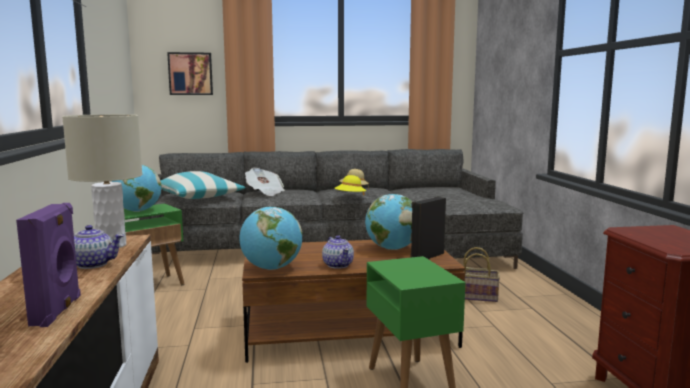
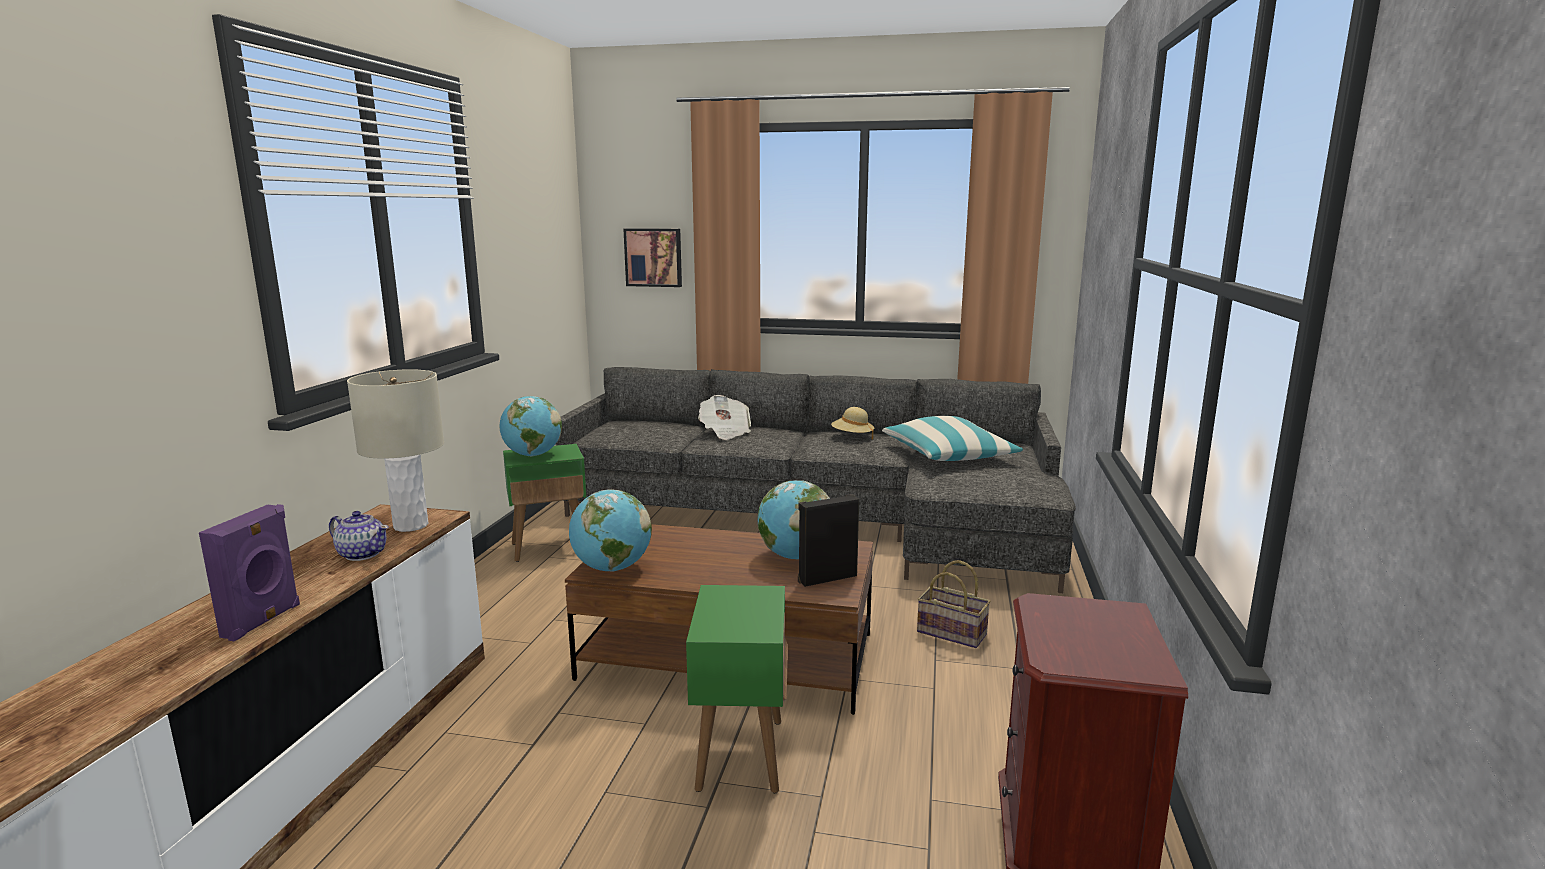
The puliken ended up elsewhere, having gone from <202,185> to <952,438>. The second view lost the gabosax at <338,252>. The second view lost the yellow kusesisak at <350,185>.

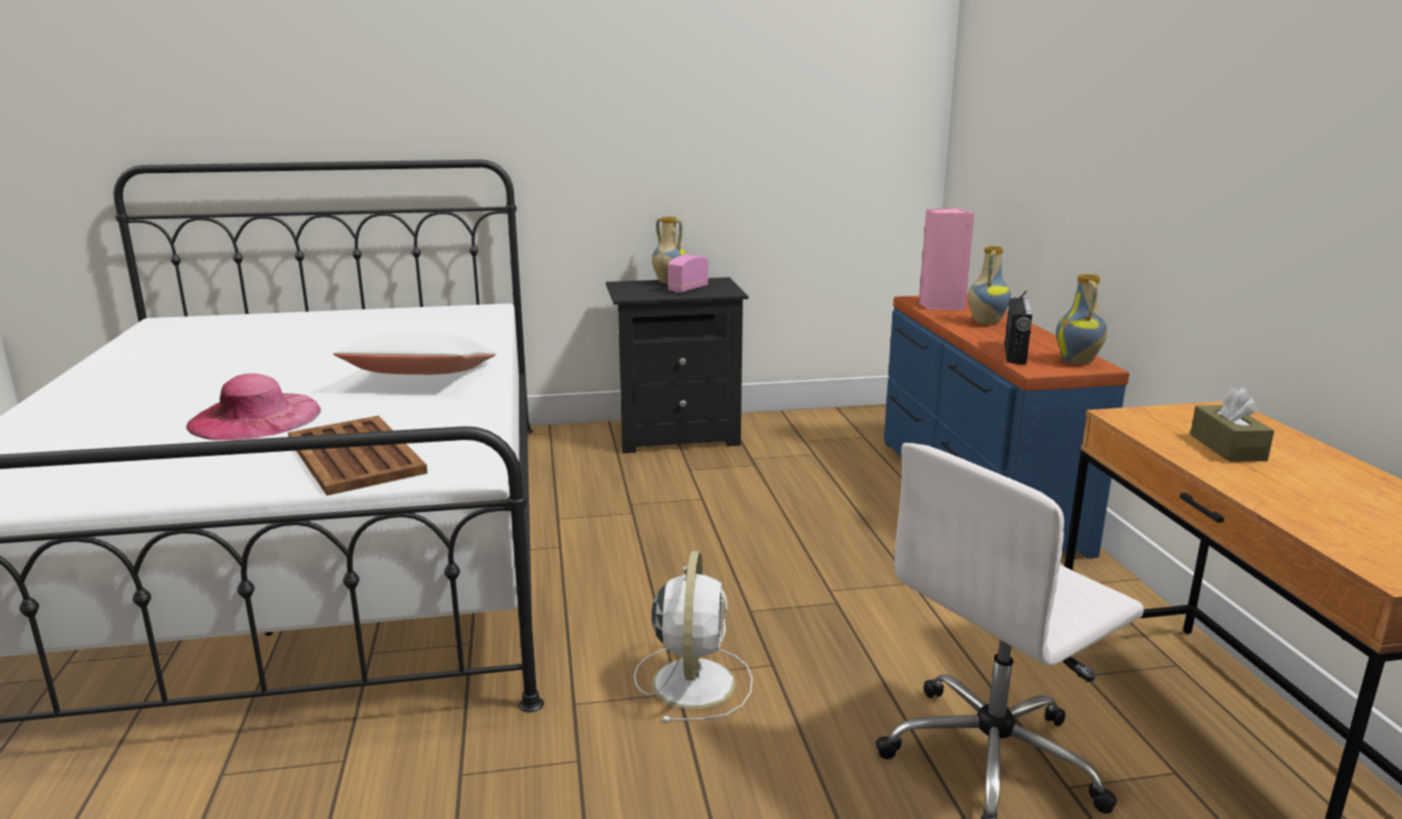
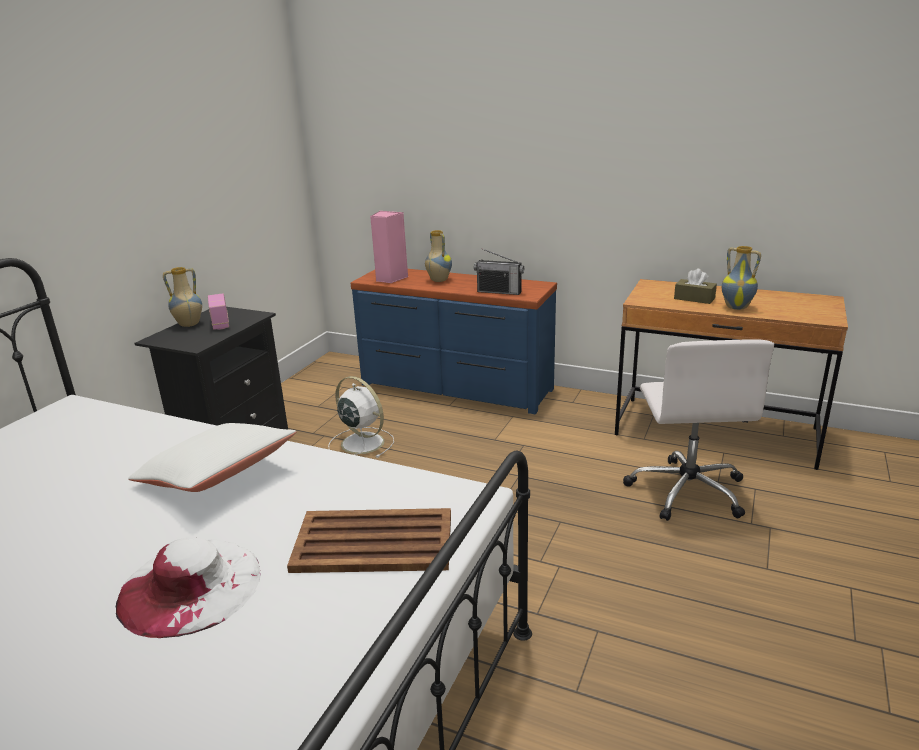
What was the pink kusesisak at <253,406> turned into the white kusesisak at <188,587>. The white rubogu ended up elsewhere, having gone from <693,637> to <361,417>. The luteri at <1018,327> ended up facing another way, 150 degrees clockwise from before. The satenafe ended up elsewhere, having gone from <1081,319> to <741,278>.

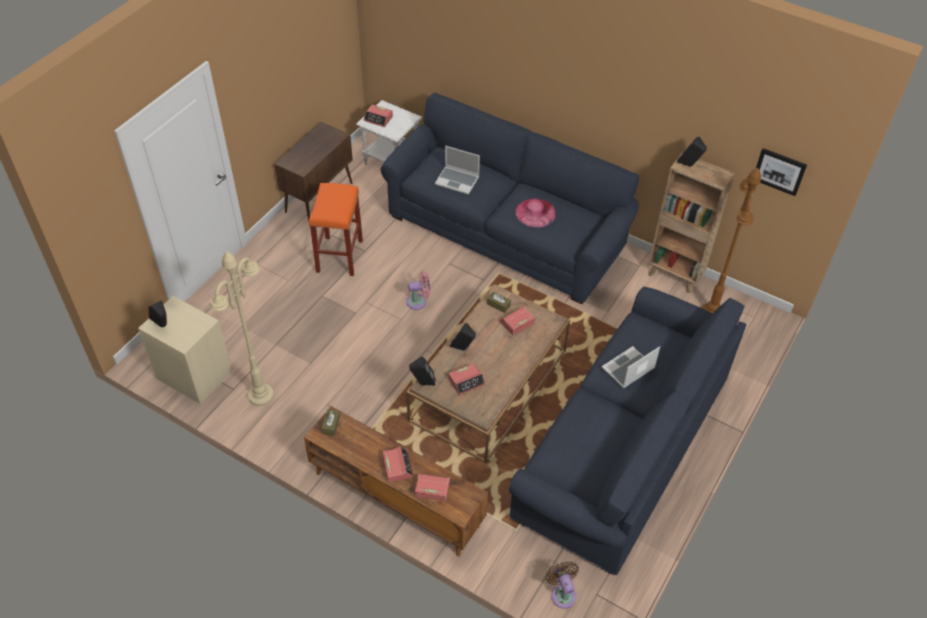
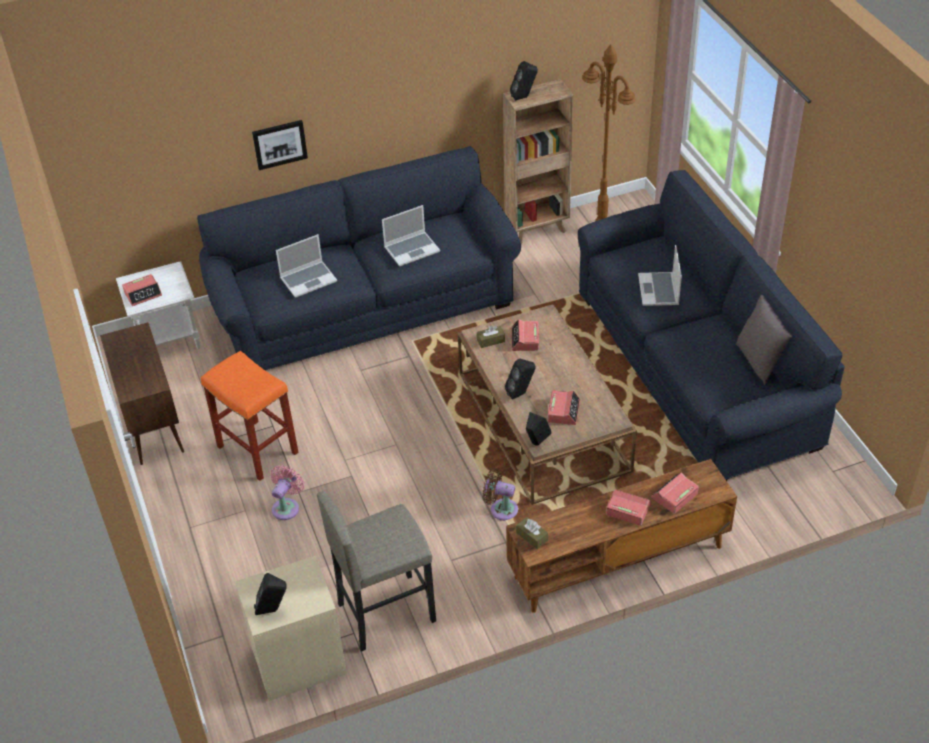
The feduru ended up elsewhere, having gone from <781,172> to <280,145>. The pink rubogu ended up elsewhere, having gone from <418,290> to <287,492>. Where the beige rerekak stood at <242,328>, the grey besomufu came to stand at <376,571>. Where the pink kusesisak stood at <535,213>, the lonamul came to stand at <411,235>. The brown rubogu ended up elsewhere, having gone from <562,585> to <500,494>. The second view gained the grey puliken at <764,340>.

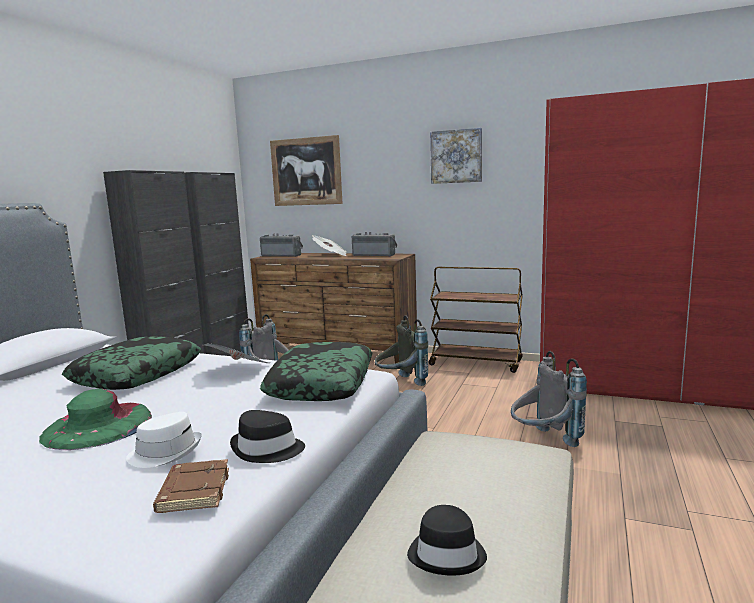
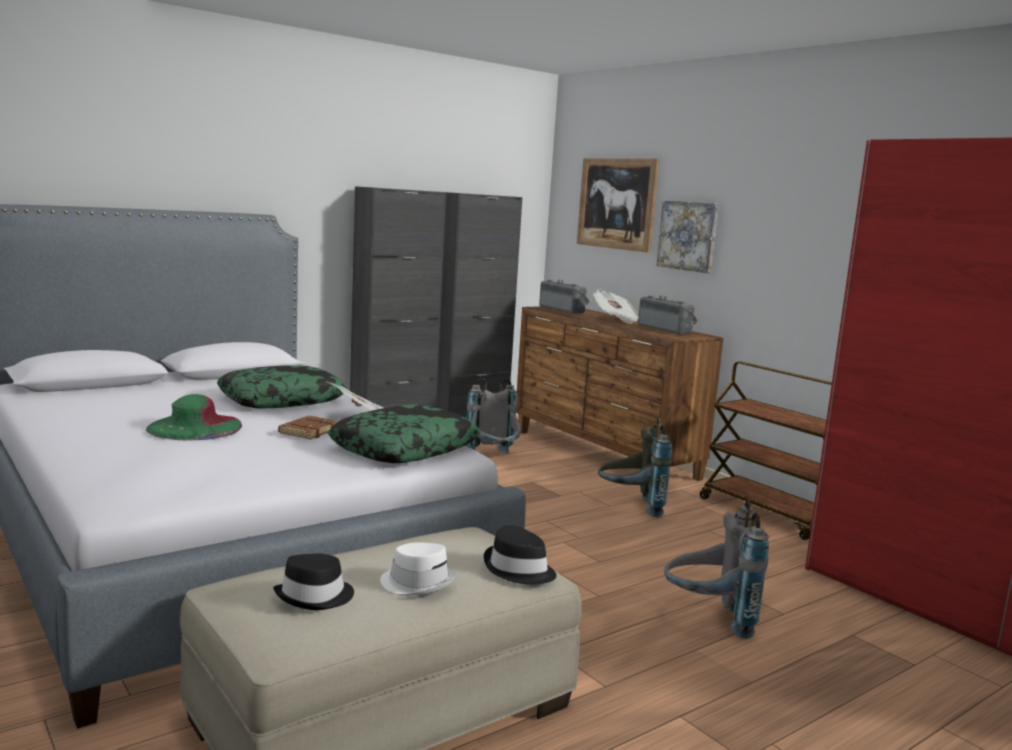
The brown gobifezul ended up elsewhere, having gone from <191,486> to <308,428>. The white kusesisak ended up elsewhere, having gone from <163,440> to <418,568>. The black kusesisak ended up elsewhere, having gone from <267,436> to <520,555>. The feduru ended up elsewhere, having gone from <456,156> to <687,237>.

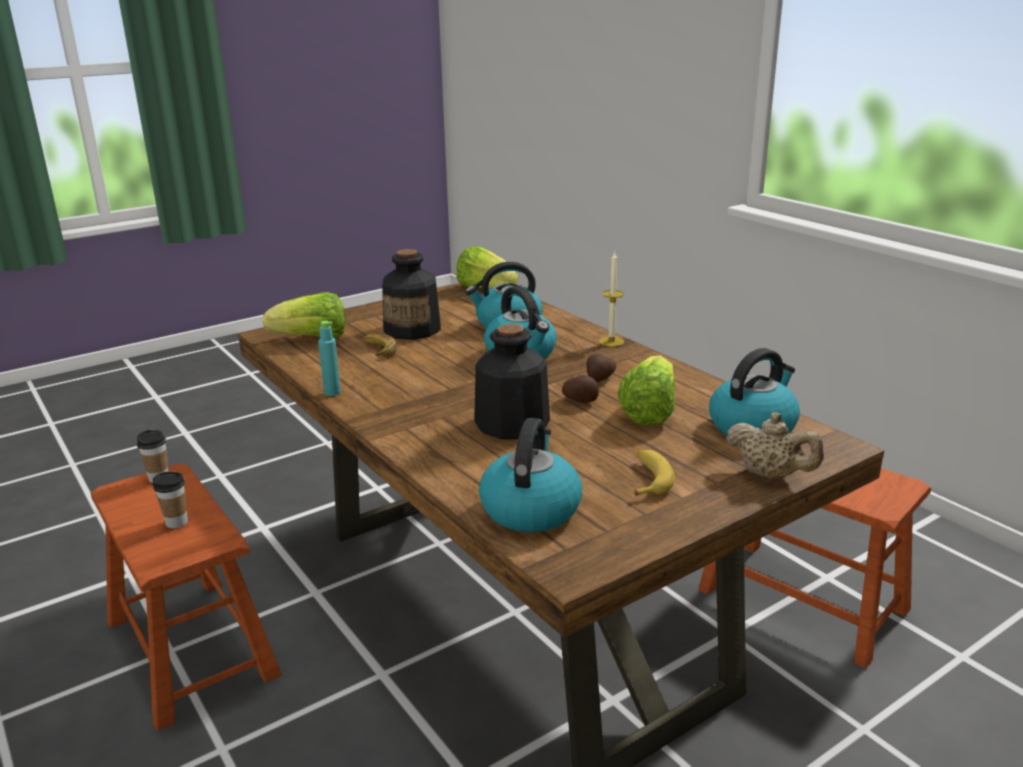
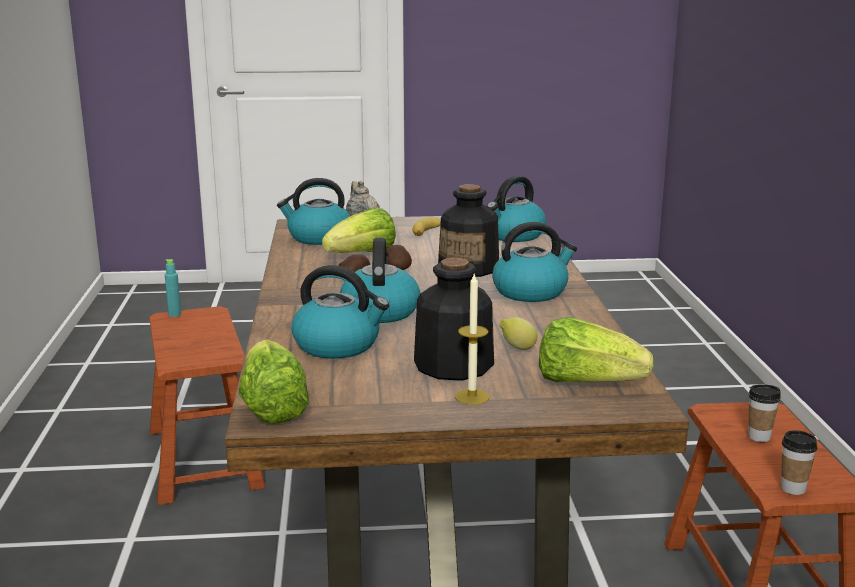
The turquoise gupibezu ended up elsewhere, having gone from <329,358> to <173,288>. The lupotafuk ended up elsewhere, having gone from <611,299> to <472,338>. The second view gained the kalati at <534,262>. Where the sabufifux stood at <379,345>, the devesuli came to stand at <518,333>.

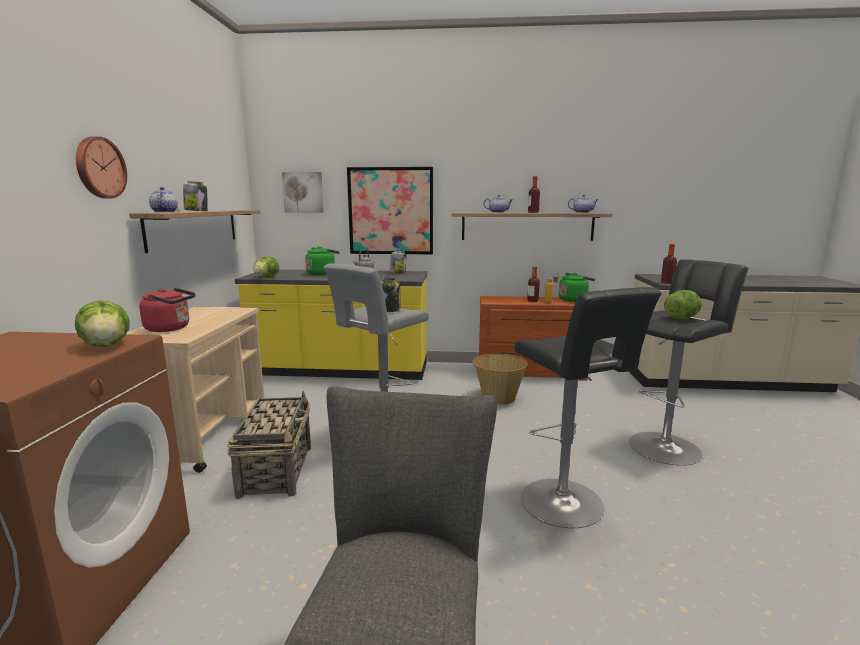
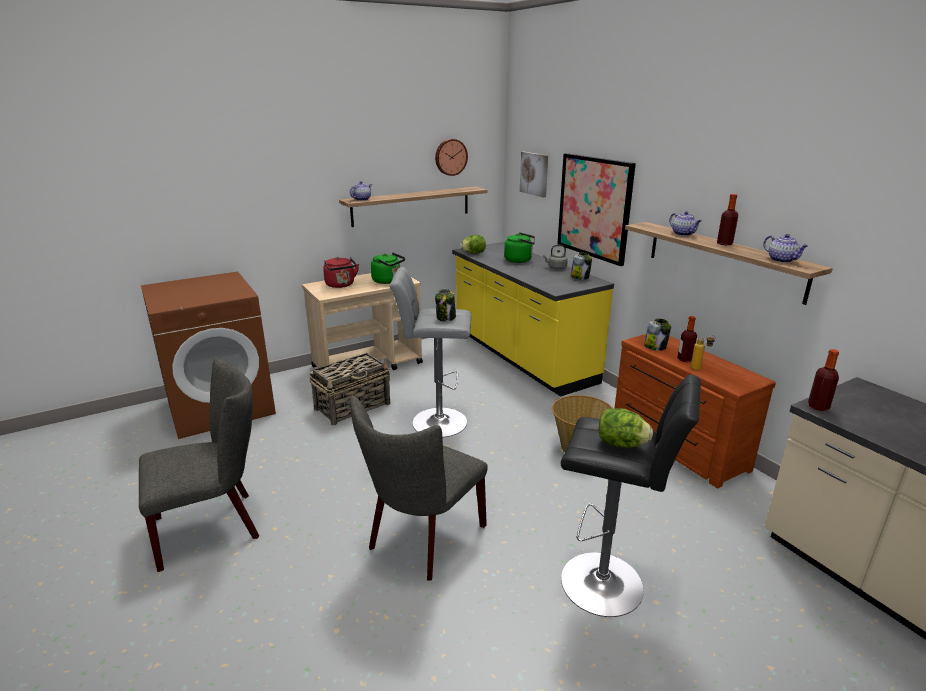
Where the black besomufu stood at <588,407>, the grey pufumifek came to stand at <419,488>. The green kalati ended up elsewhere, having gone from <577,287> to <388,268>. The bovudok ended up elsewhere, having gone from <101,167> to <451,157>. The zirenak ended up elsewhere, having gone from <195,196> to <657,334>. The second view lost the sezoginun at <102,324>.

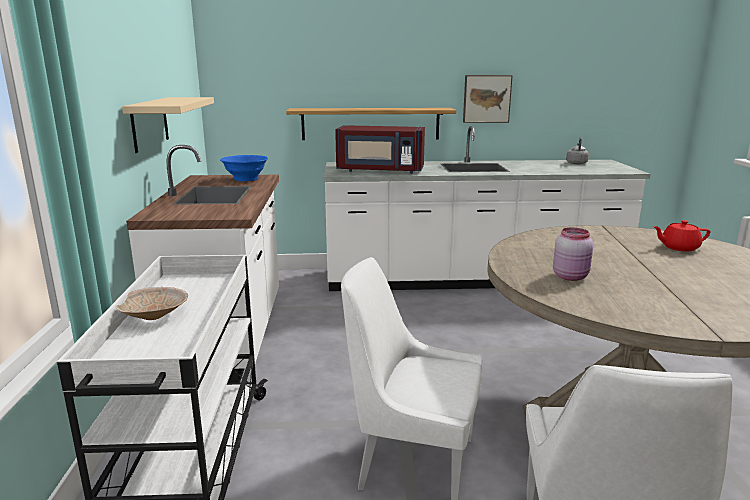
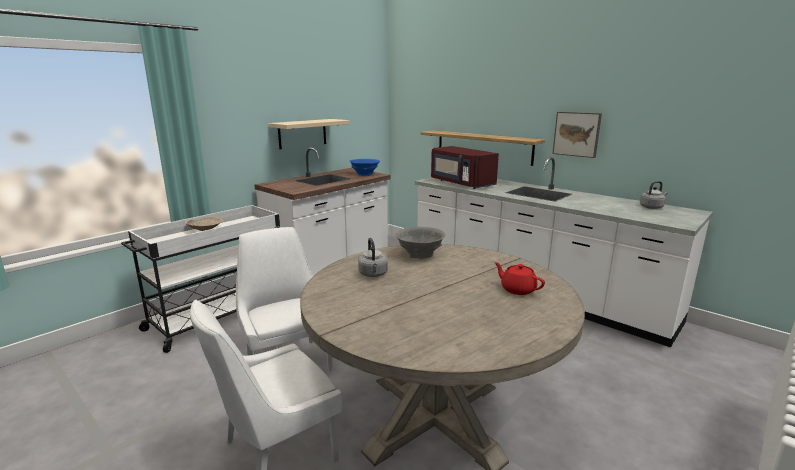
Where the pink zirenak stood at <573,254>, the grey kalati came to stand at <373,257>. The second view gained the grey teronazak at <420,243>.

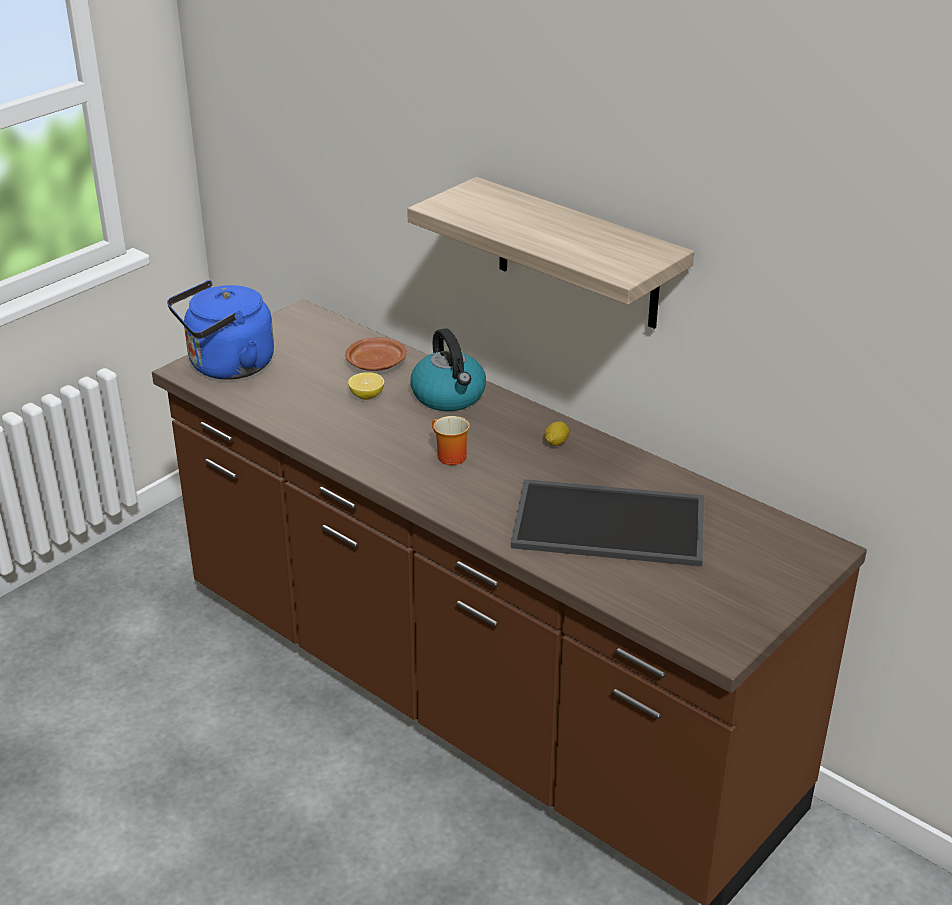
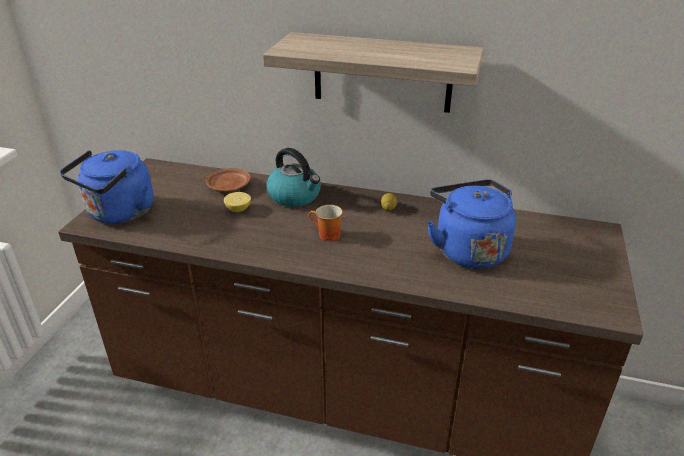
Where the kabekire stood at <607,523>, the blue kalati came to stand at <471,224>.

